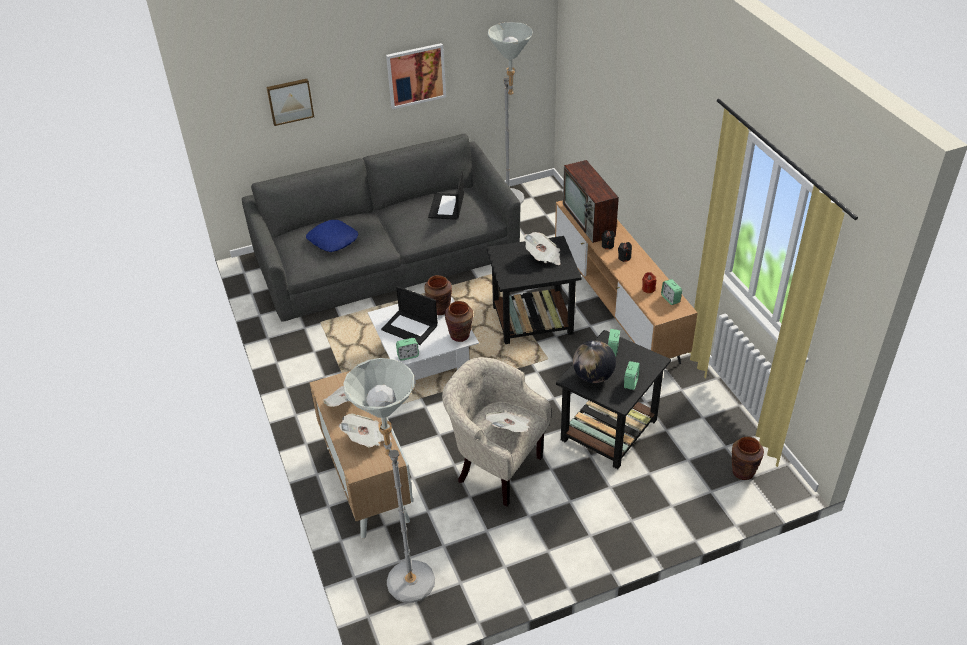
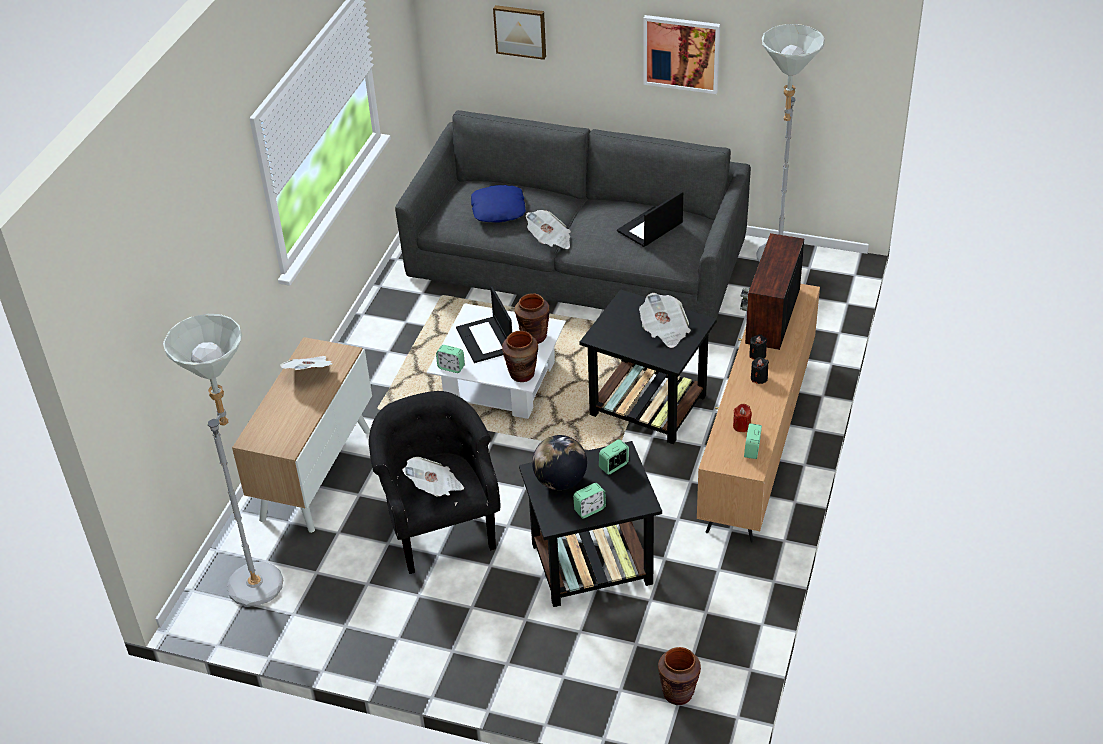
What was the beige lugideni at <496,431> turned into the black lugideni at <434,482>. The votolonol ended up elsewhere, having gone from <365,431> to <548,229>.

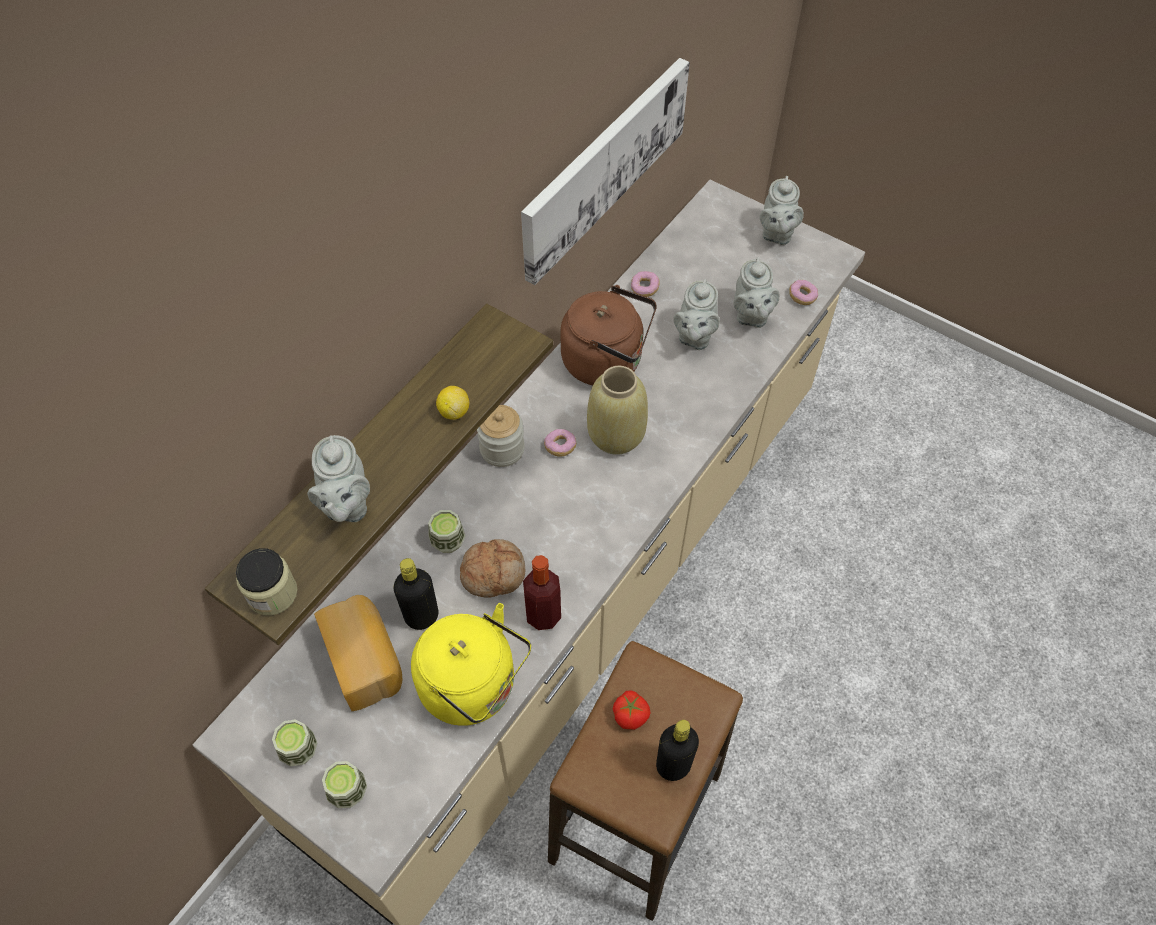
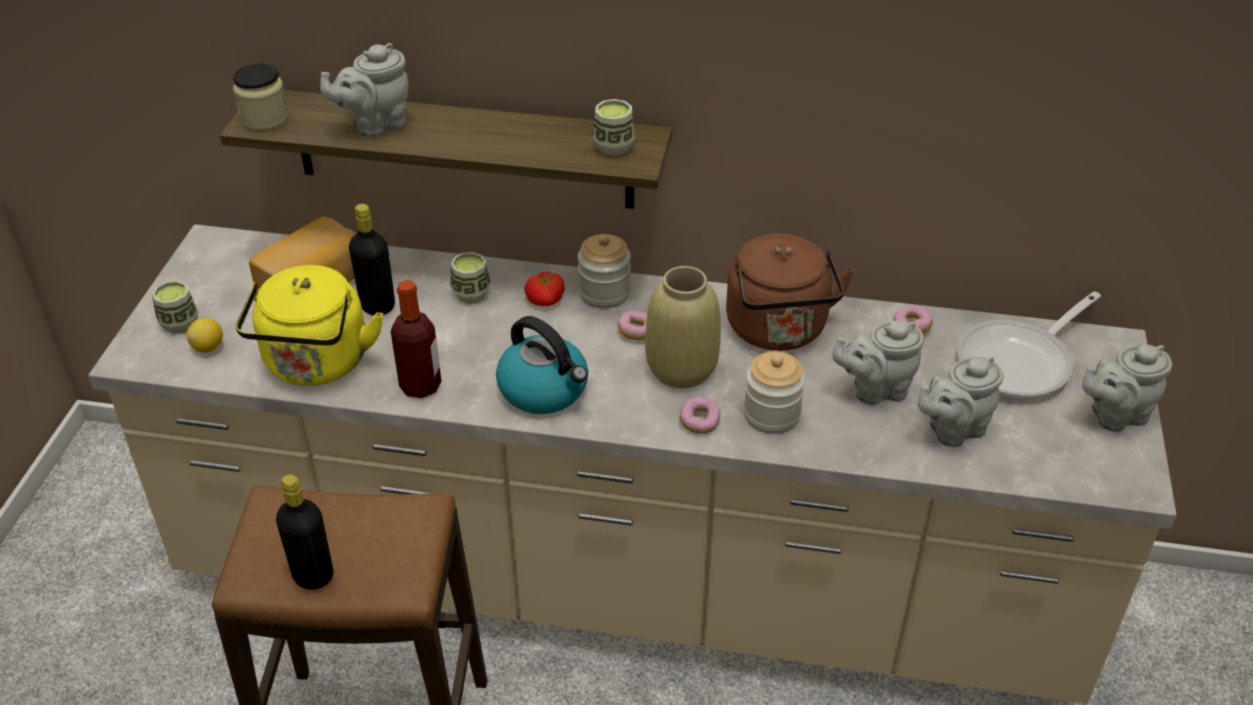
The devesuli ended up elsewhere, having gone from <452,403> to <205,335>. The second view gained the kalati at <542,365>. The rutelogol ended up elsewhere, having gone from <632,710> to <544,288>. The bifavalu ended up elsewhere, having gone from <294,742> to <614,127>. The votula ended up elsewhere, having gone from <803,292> to <700,415>. The second view gained the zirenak at <774,392>. The second view gained the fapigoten at <1029,345>. The second view lost the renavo at <492,568>. The second view lost the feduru at <605,171>.

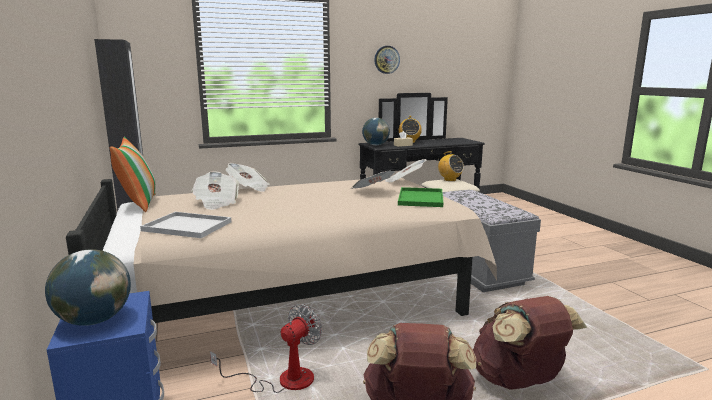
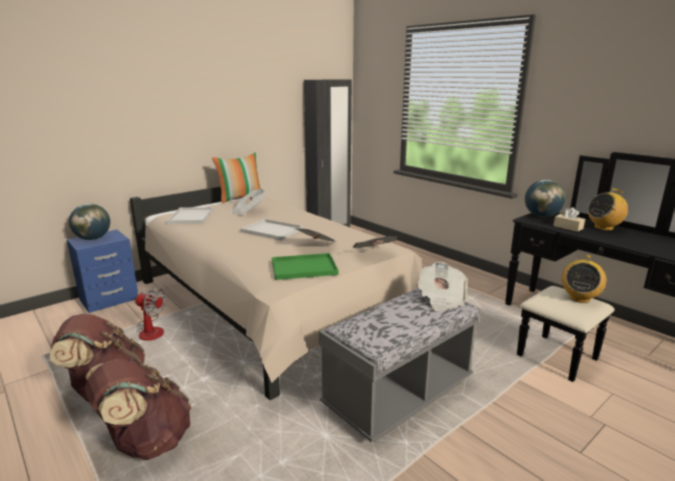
The second view gained the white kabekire at <271,230>. The votolonol ended up elsewhere, having gone from <248,177> to <442,286>. The second view lost the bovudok at <387,60>.

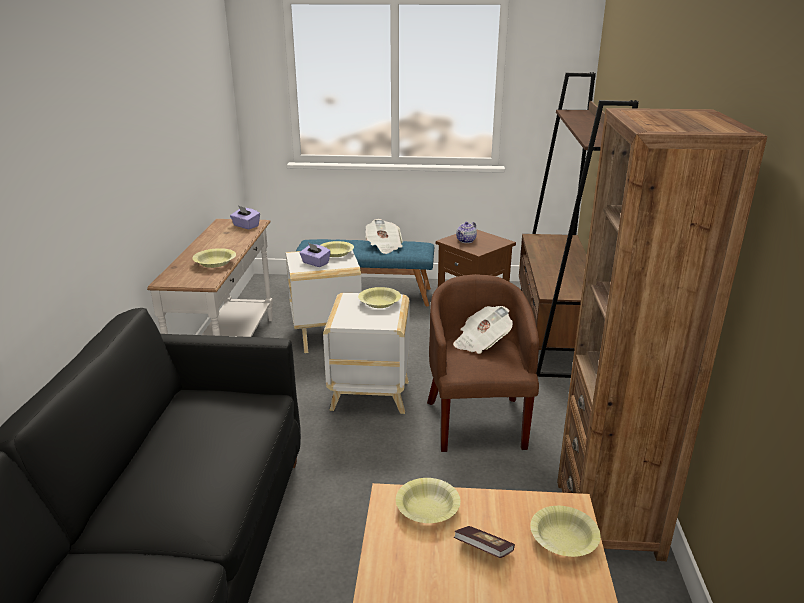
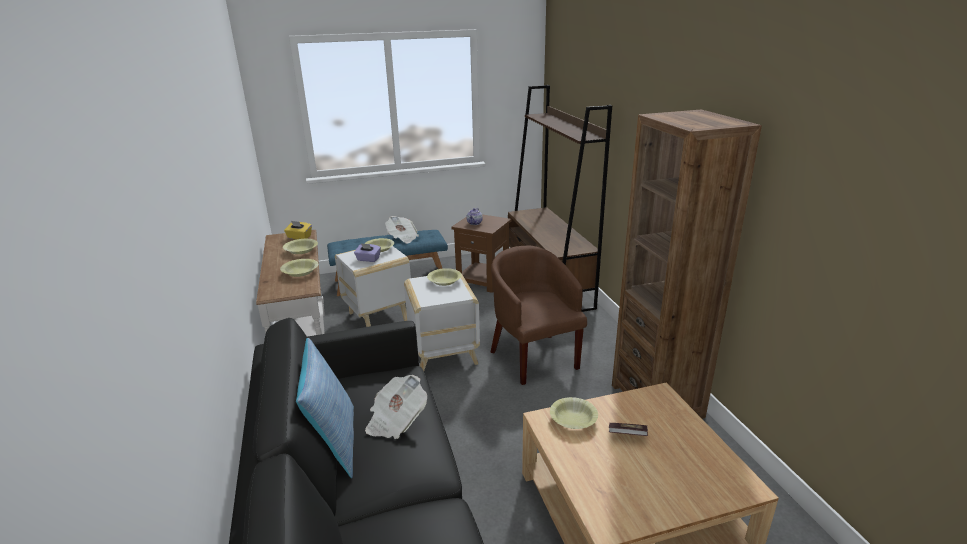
The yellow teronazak ended up elsewhere, having gone from <565,531> to <300,246>. What was the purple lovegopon at <245,217> turned into the yellow lovegopon at <298,230>. The second view gained the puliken at <325,408>. The votolonol ended up elsewhere, having gone from <483,330> to <396,407>.

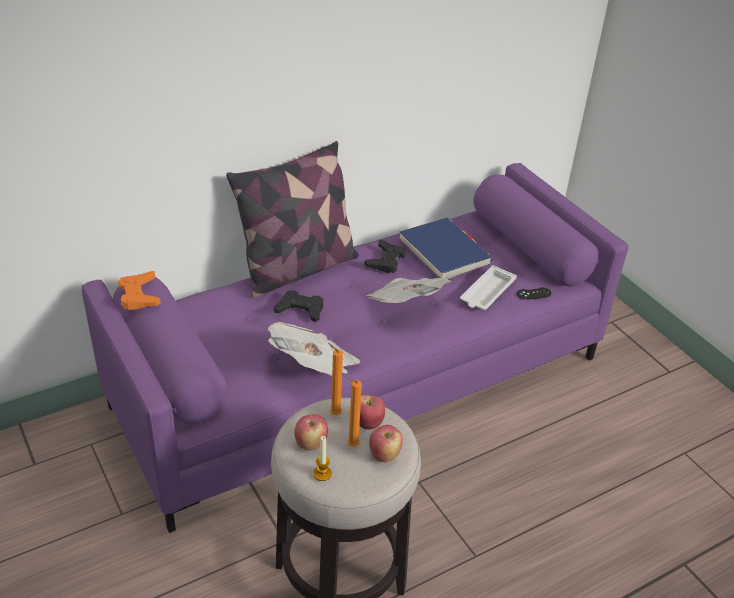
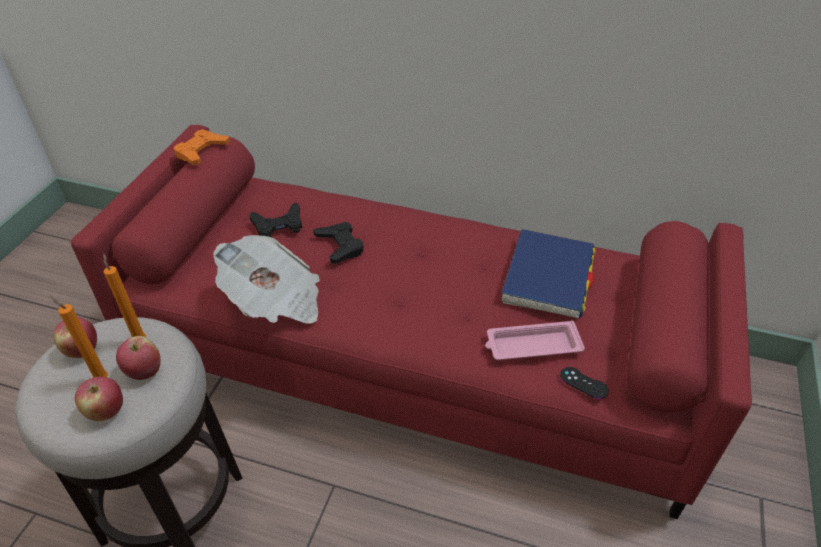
What was the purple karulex at <355,348> turned into the red karulex at <411,322>. The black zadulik ended up elsewhere, having gone from <385,256> to <275,219>. What was the white kabekire at <488,287> turned into the pink kabekire at <535,340>. The second view lost the puliken at <292,219>. The second view lost the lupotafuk at <322,458>. The second view lost the votolonol at <408,290>.

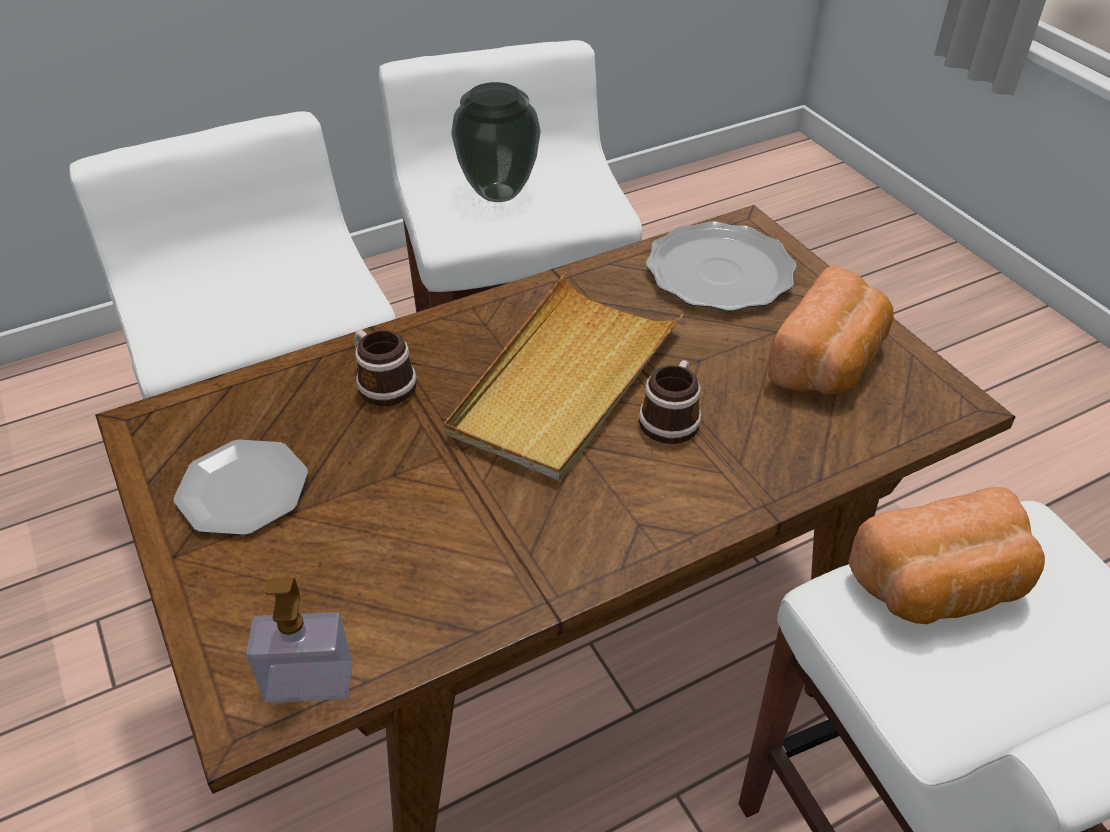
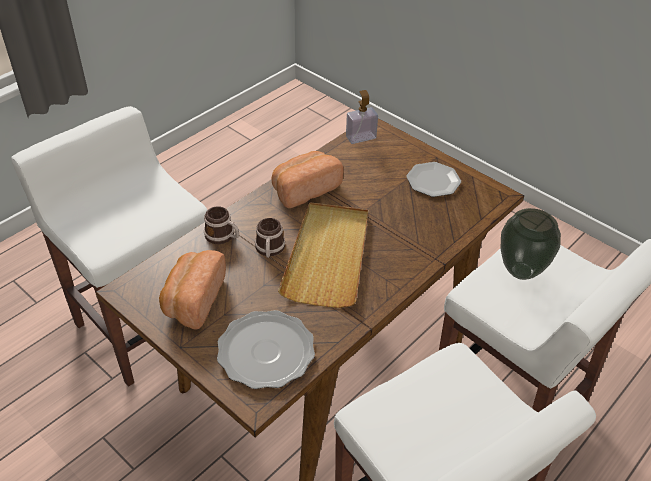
The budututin ended up elsewhere, having gone from <385,368> to <221,225>. The renavo ended up elsewhere, having gone from <946,555> to <307,179>. The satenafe ended up elsewhere, having gone from <495,142> to <530,244>.

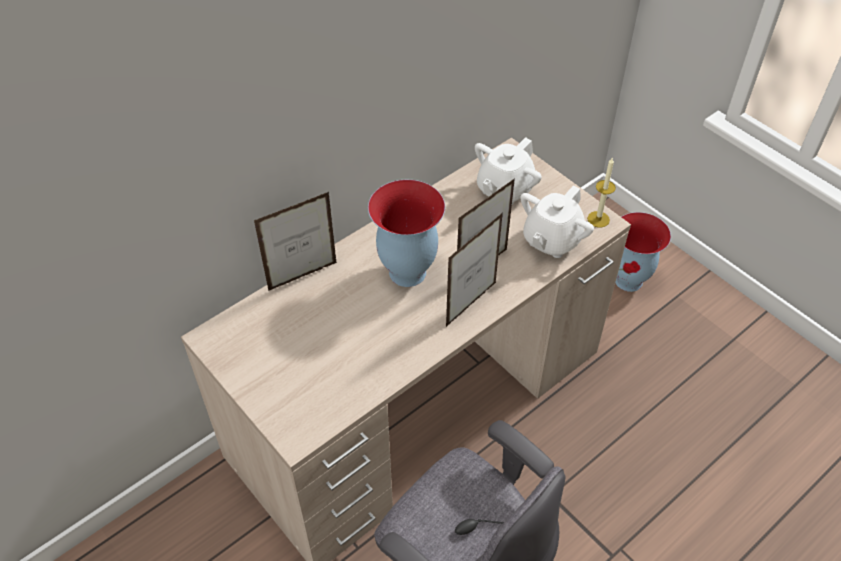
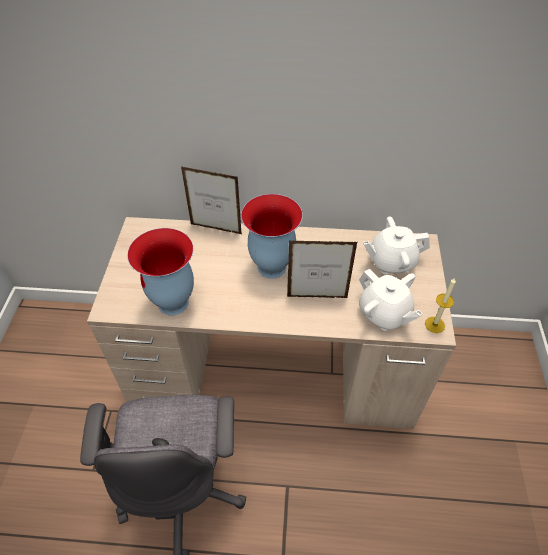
The satenafe ended up elsewhere, having gone from <643,252> to <160,272>. The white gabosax at <557,221> ended up facing another way, 120 degrees counterclockwise from before. The second view lost the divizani at <474,270>.

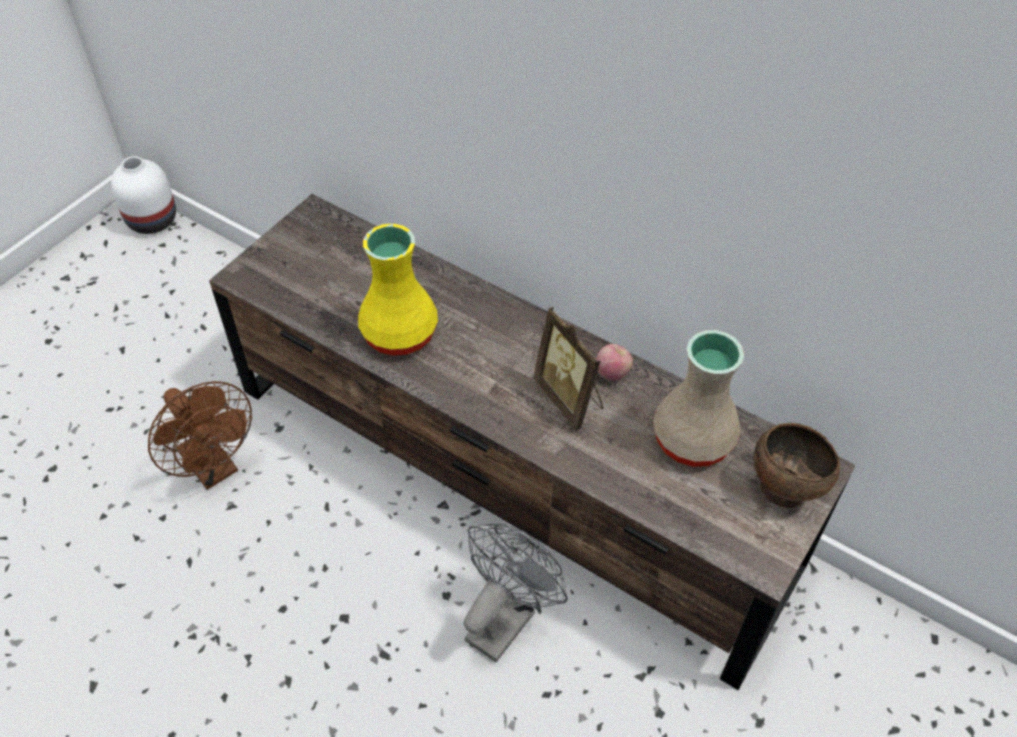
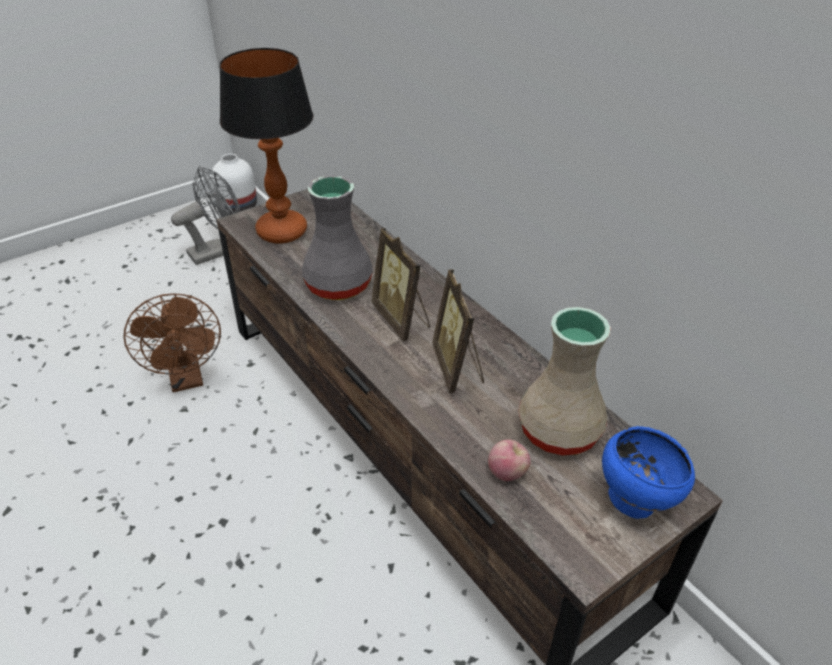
The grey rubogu ended up elsewhere, having gone from <516,592> to <205,215>. The second view gained the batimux at <266,145>. What was the yellow satenafe at <398,290> turned into the grey satenafe at <337,237>. The second view gained the divizani at <401,284>. The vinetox ended up elsewhere, having gone from <614,362> to <509,460>. What was the brown teronazak at <797,465> turned into the blue teronazak at <648,472>.

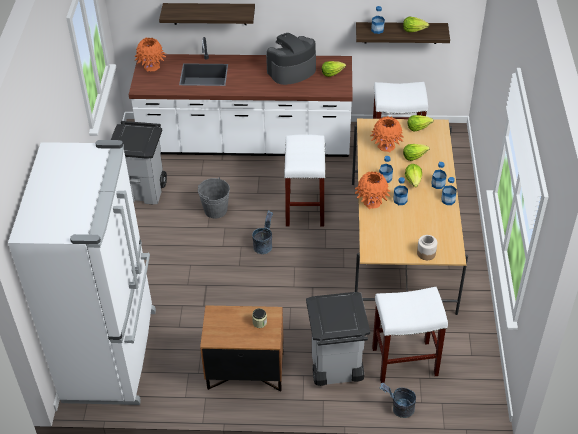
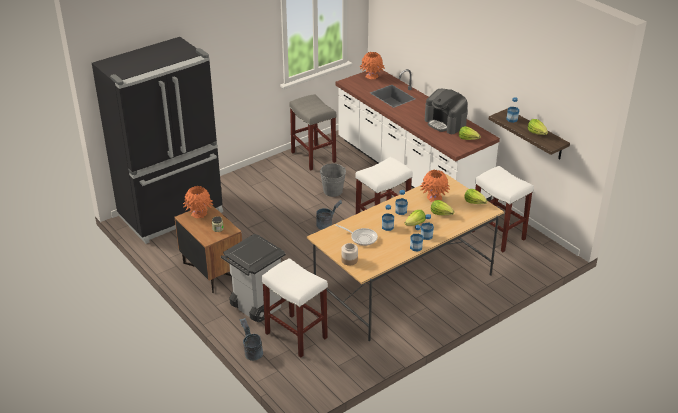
What was the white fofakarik at <82,272> turned into the black fofakarik at <157,140>. The orange satenafe ended up elsewhere, having gone from <372,190> to <198,202>. Where the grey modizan stood at <139,162>, the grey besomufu came to stand at <312,132>. The second view gained the fapigoten at <356,235>. The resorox at <291,59> ended up facing another way, 150 degrees counterclockwise from before. The second view lost the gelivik at <207,14>.

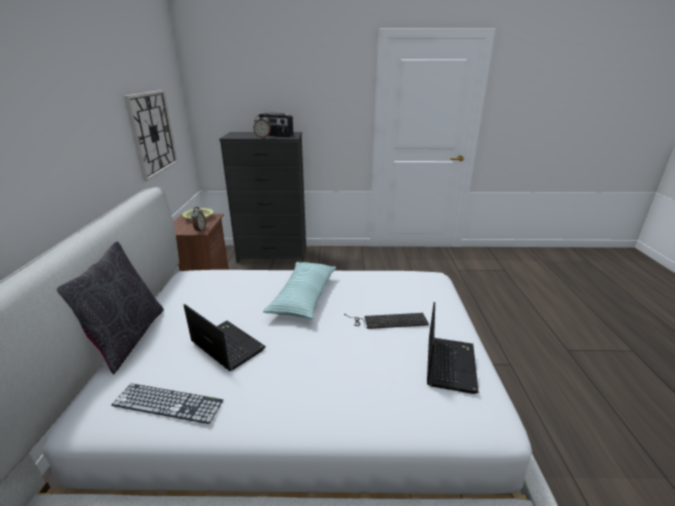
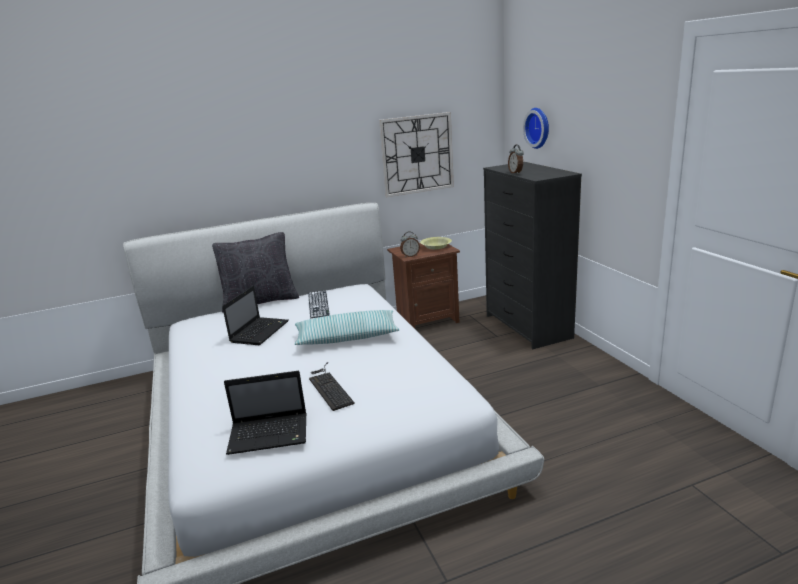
The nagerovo ended up elsewhere, having gone from <167,403> to <319,304>. The second view gained the bovudok at <536,128>. The second view lost the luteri at <276,125>.

